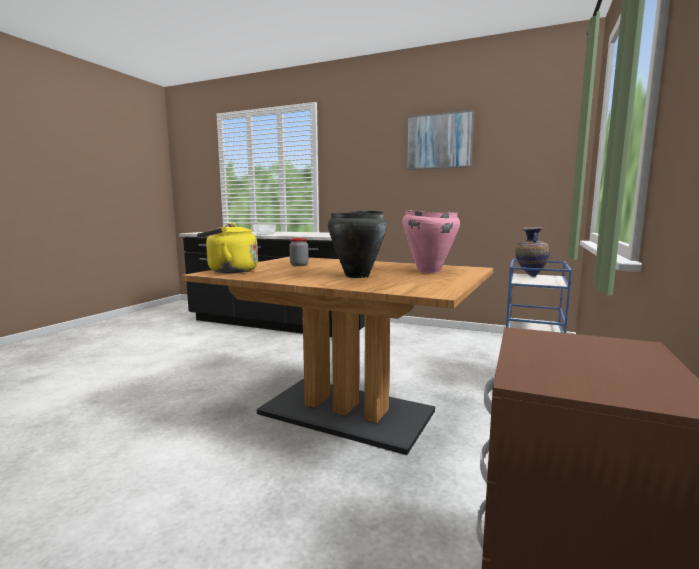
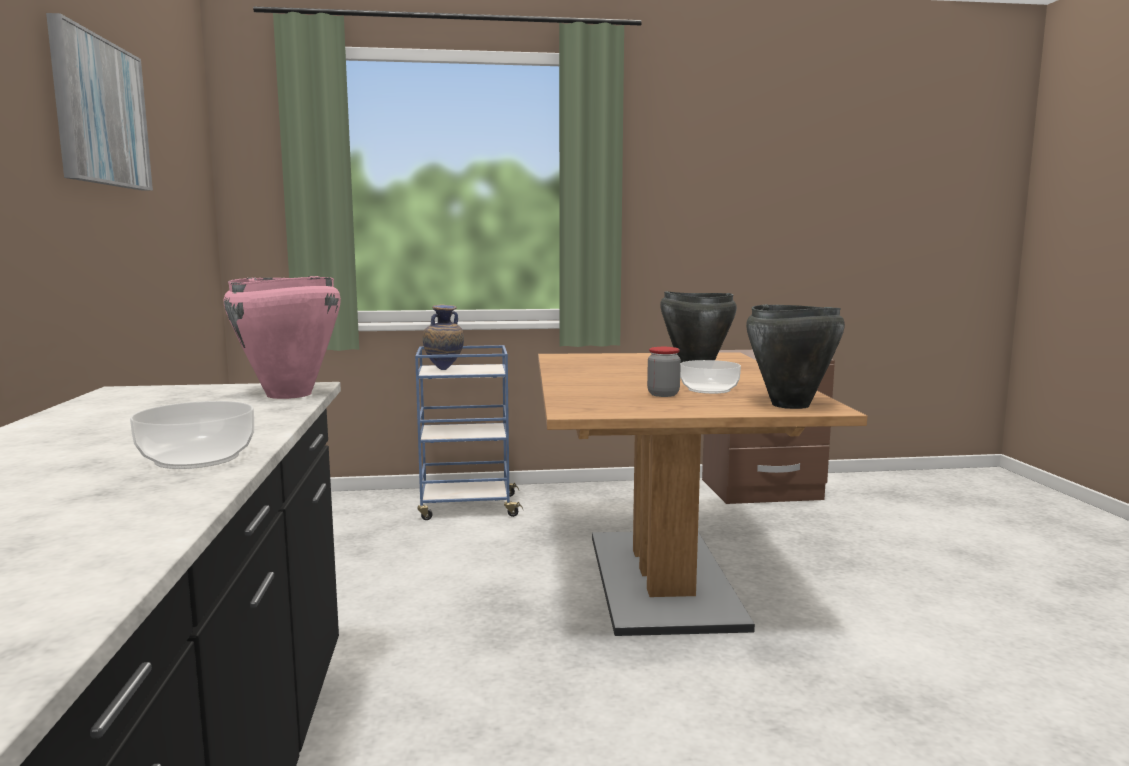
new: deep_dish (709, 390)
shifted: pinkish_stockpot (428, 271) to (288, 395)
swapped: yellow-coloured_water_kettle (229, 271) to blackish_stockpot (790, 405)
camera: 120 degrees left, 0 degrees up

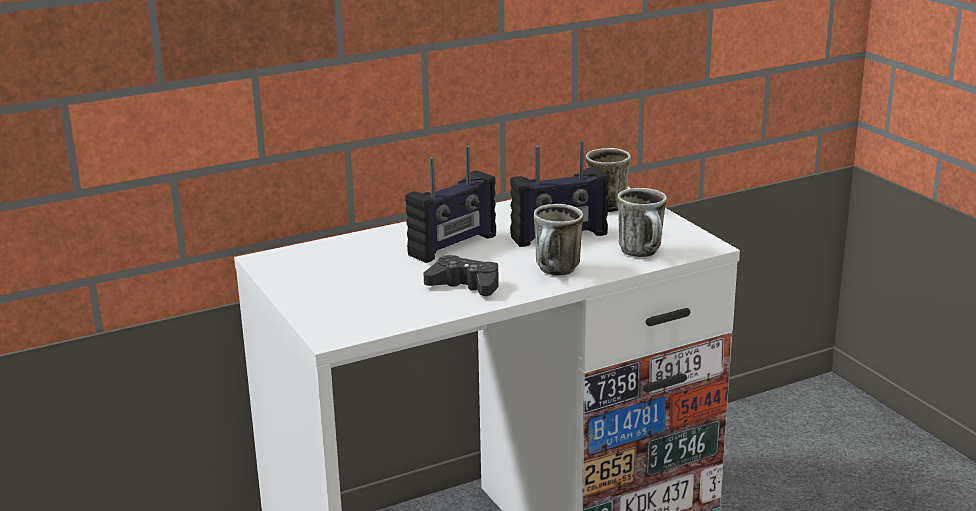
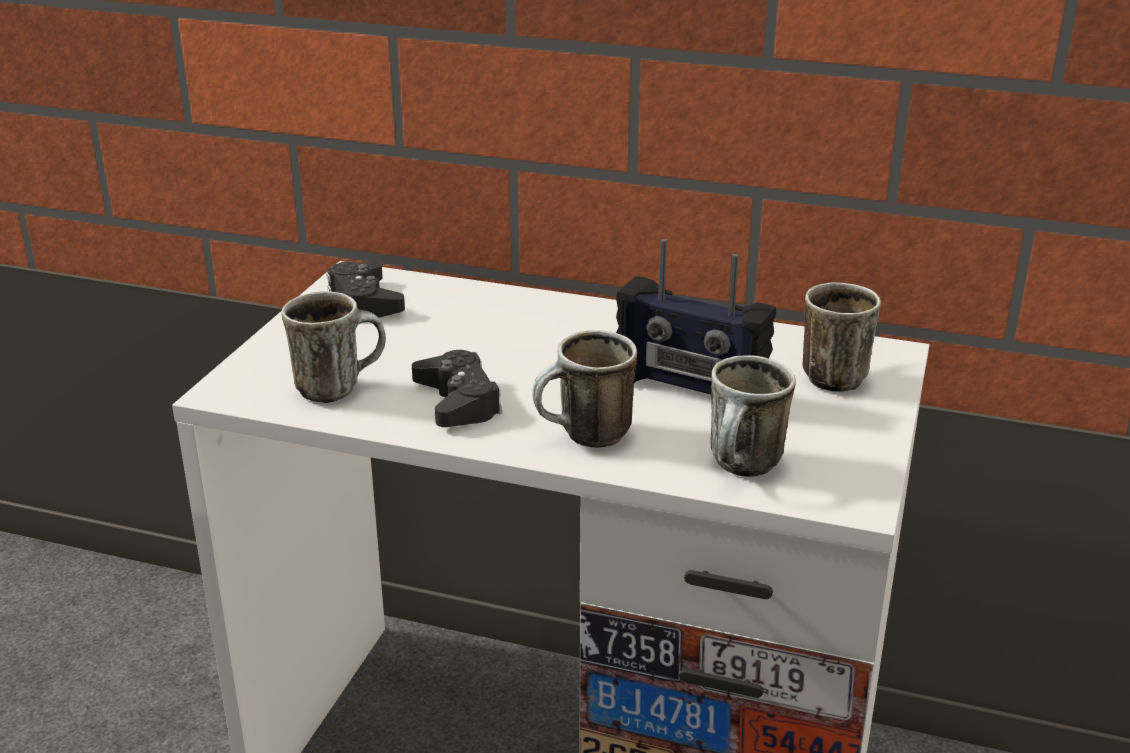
gone: radio_receiver (453, 246)
new: coffee_mug (339, 387); blackish_game_controller (364, 302)
camera: 45 degrees right, 5 degrees up

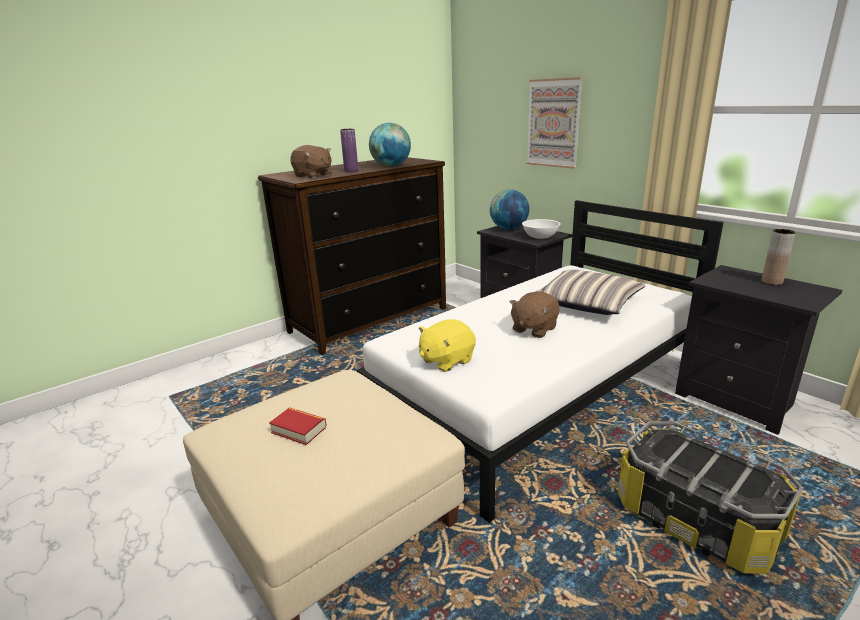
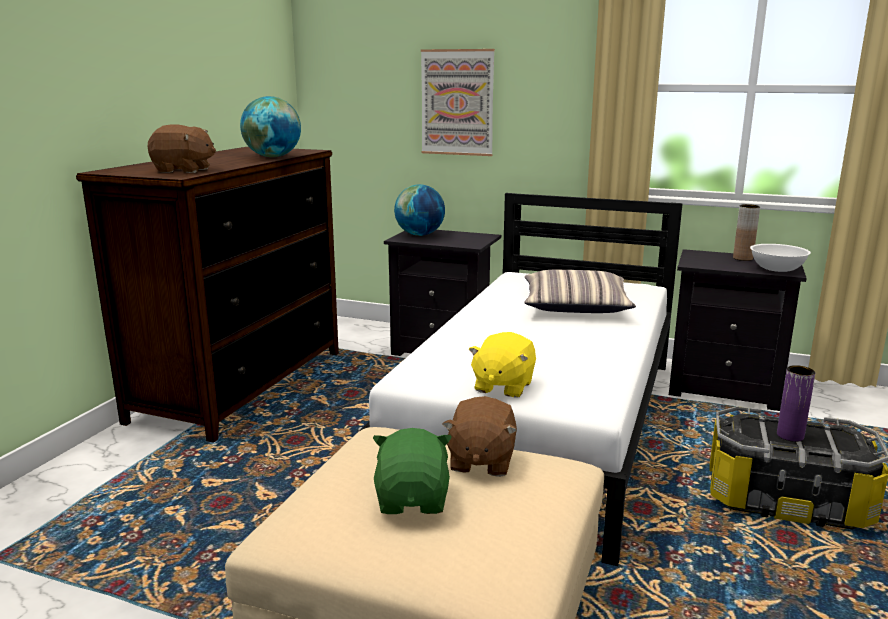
shifted: brown-coloured_soft_toy (533, 329) to (480, 461); whitish_deep_dish (540, 237) to (776, 269); purple-coloured_vase (351, 170) to (790, 436)
swapped: bound_book (299, 430) to green-coloured_soft_toy (413, 500)
camera: 30 degrees left, 5 degrees down

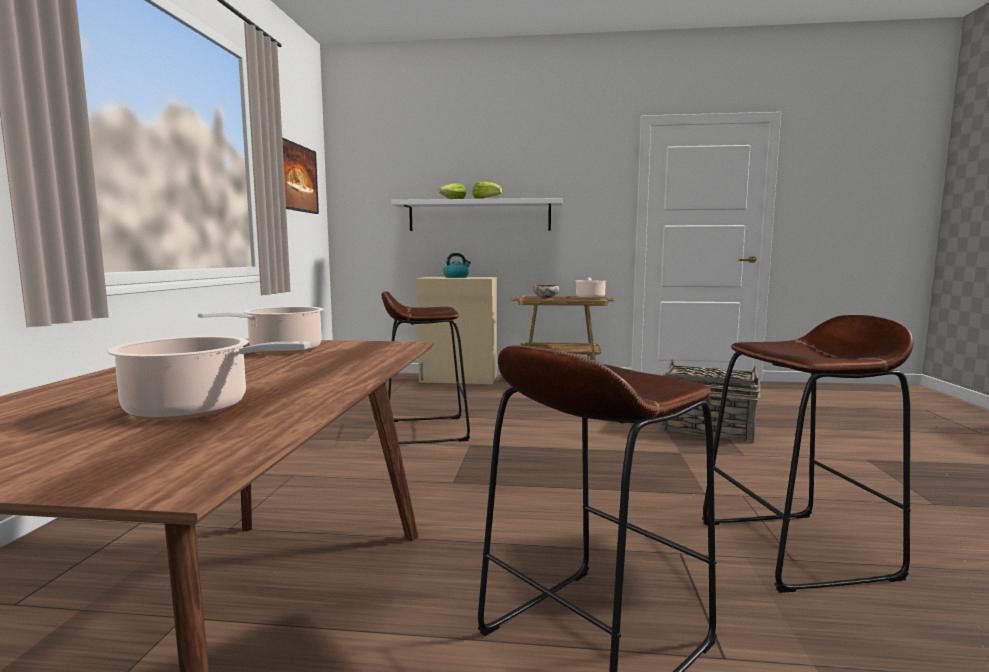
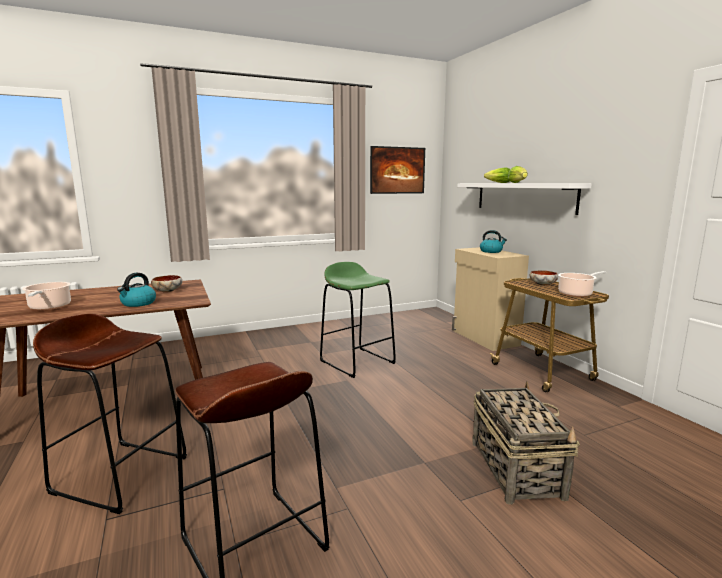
new: water_kettle (138, 303)
swapped: stockpot (281, 350) to deep_dish (167, 291)
repainted: brown-coloured_stool_seat (426, 430) to green-coloured_stool_seat (357, 362)
camera: 60 degrees right, 5 degrees up

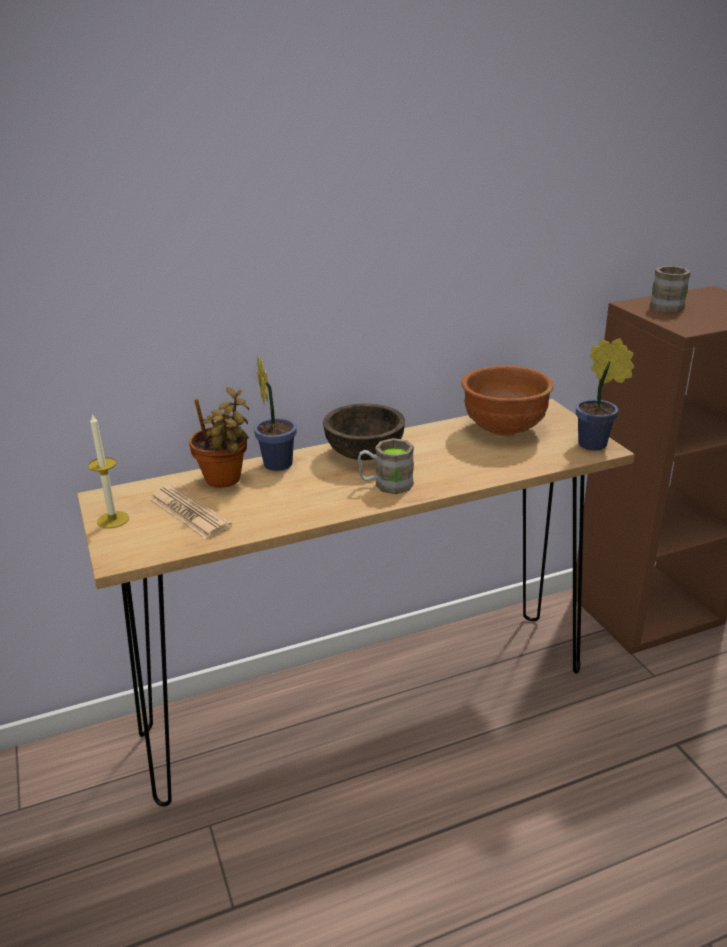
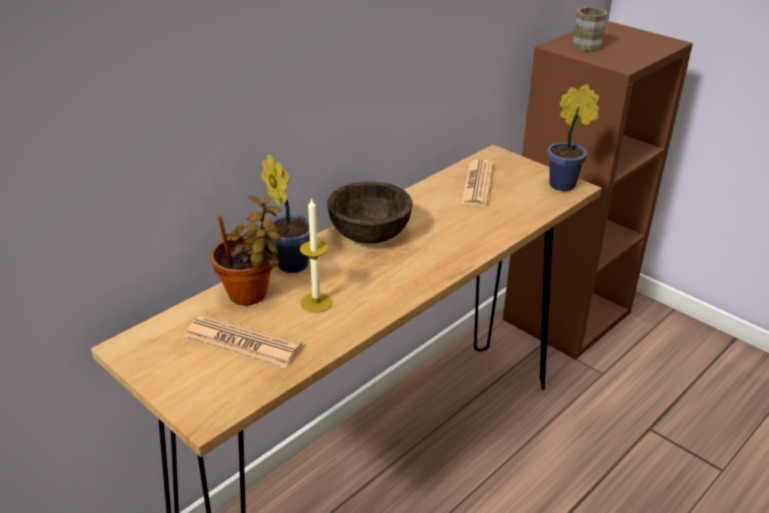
gone: brown-coloured_coffee_mug (386, 484)
shifted: candle (113, 519) to (316, 302)
swapped: brown-coloured_deep_dish (503, 429) to newspaper (476, 184)
camera: 25 degrees left, 5 degrees up

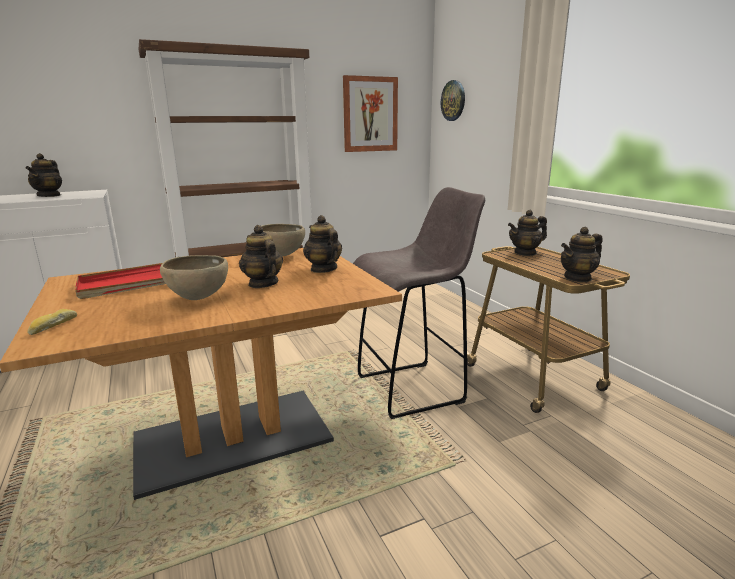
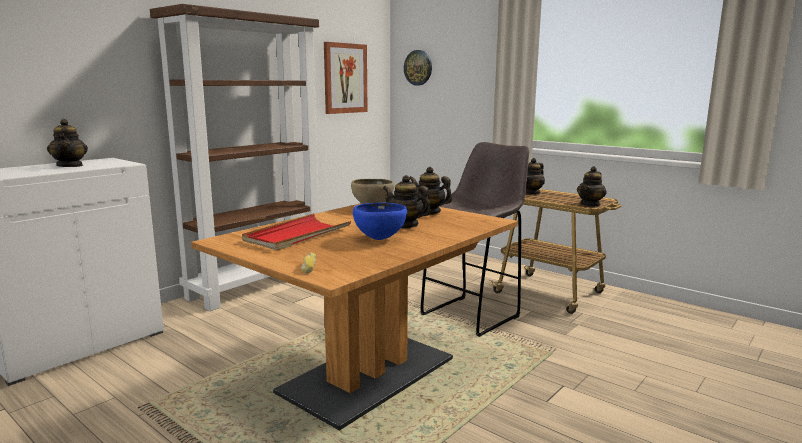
repainted: brown-coloured_deep_dish (198, 299) to bluish_deep_dish (380, 239)
camera: 25 degrees left, 5 degrees down

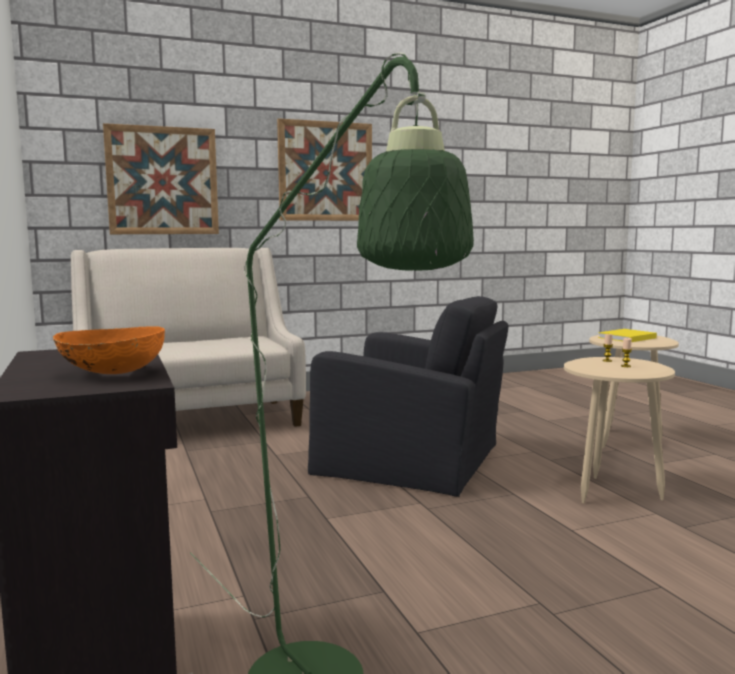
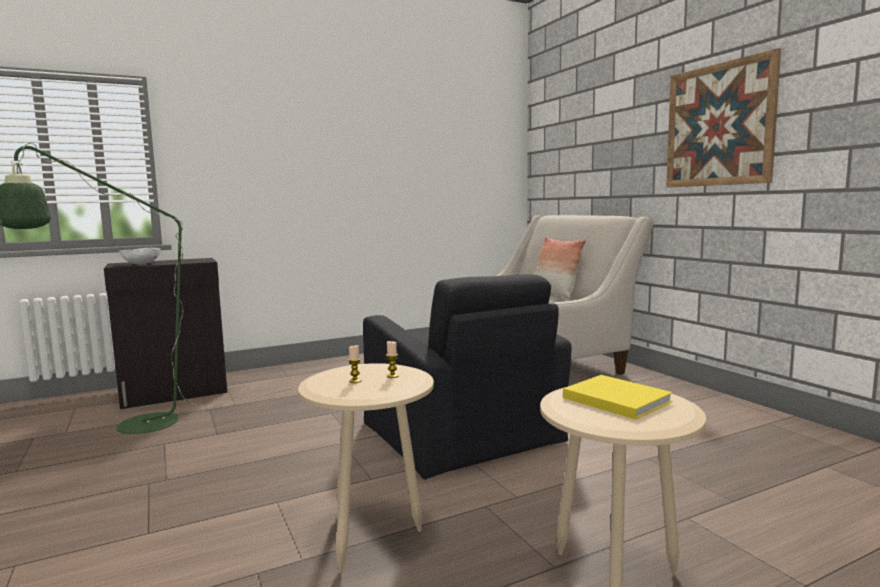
gone: picture (162, 181)
new: throw_pillow (554, 295)
repainted: orange_deep_dish (111, 373) to whitish_deep_dish (141, 264)
rotated: blackish_easy_chair (411, 460) = (462, 433) 45 degrees counterclockwise
camera: 85 degrees right, 0 degrees up

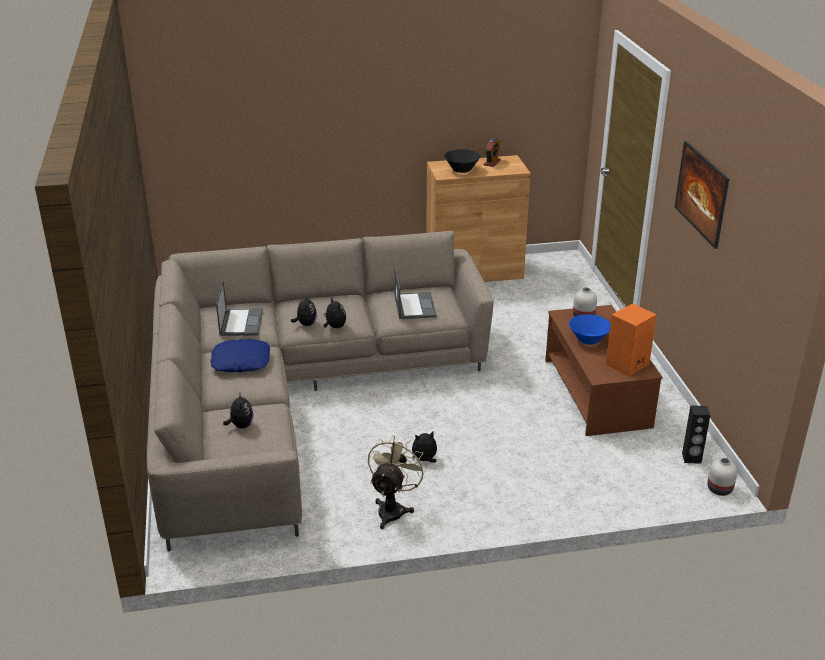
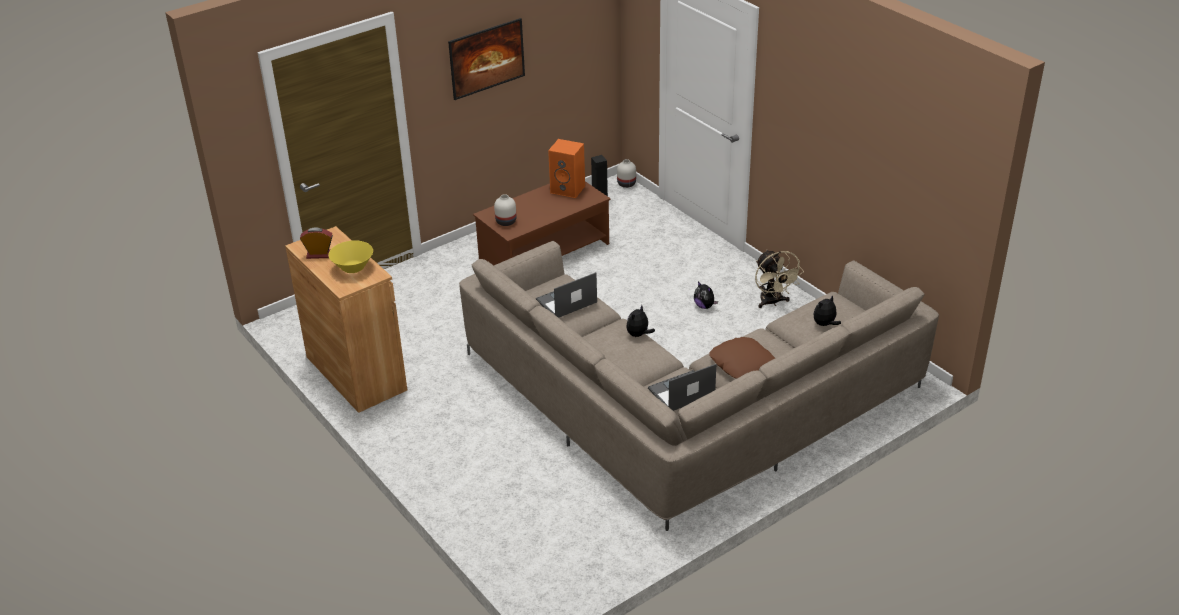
gone: soft_toy (305, 324); bluish_deep_dish (588, 340)
repainted: blackish_deep_dish (462, 170) to yellow-coloured_deep_dish (353, 268); bluish_throw_pillow (241, 361) to brown-coloured_throw_pillow (742, 364)
rotated: sand-coloured_electric_fan (393, 509) = (772, 302) 105 degrees counterclockwise
camera: 115 degrees left, 5 degrees up

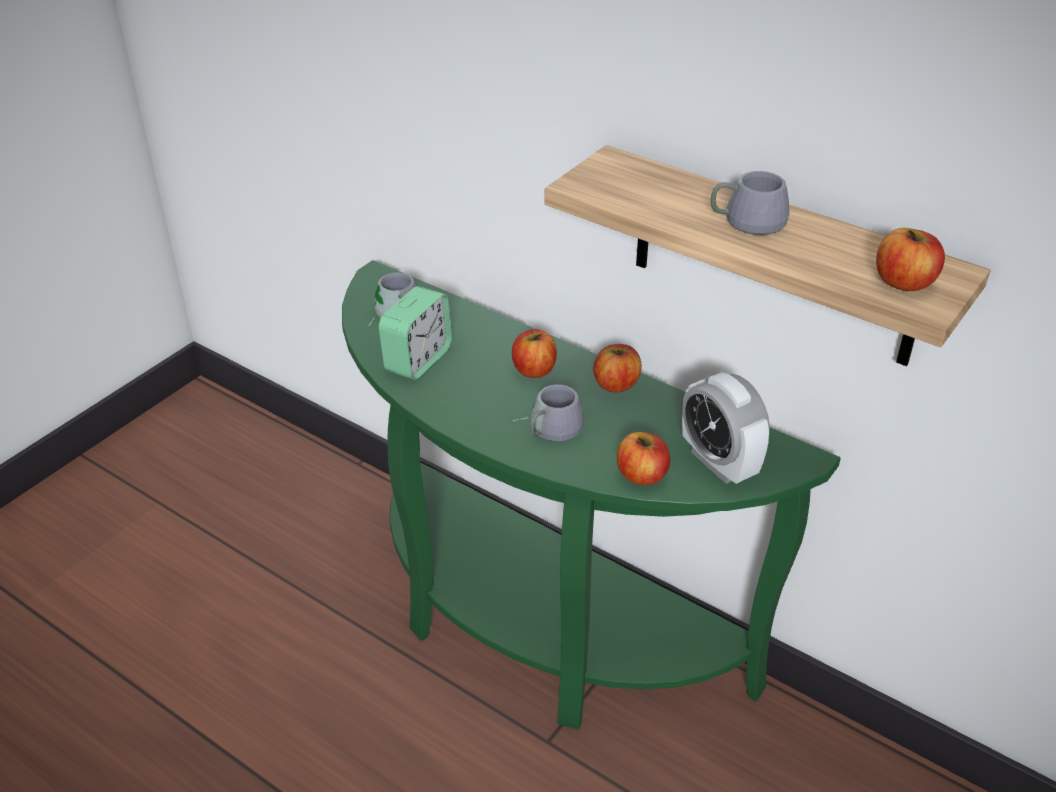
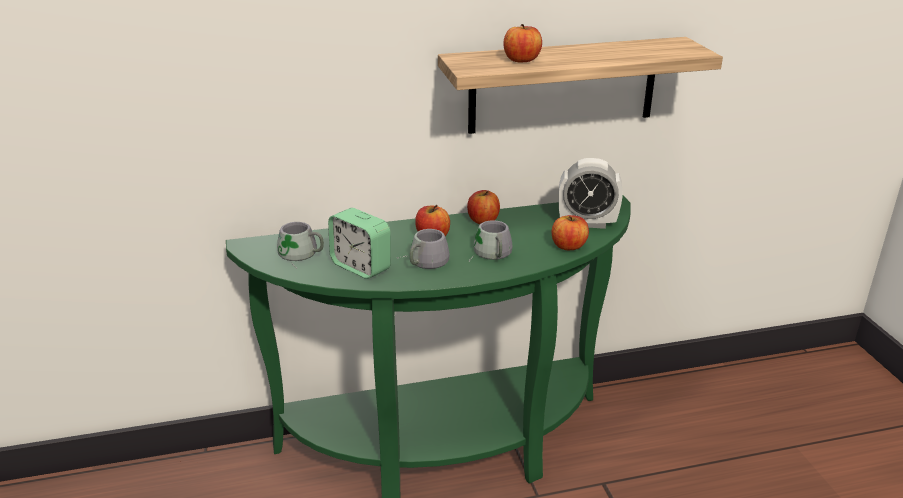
shifted: grey_coffee_mug (745, 217) to (422, 261); apple (904, 282) to (521, 60)
rotated: table_clock (418, 360) = (361, 266) 150 degrees clockwise
camera: 50 degrees left, 10 degrees down

